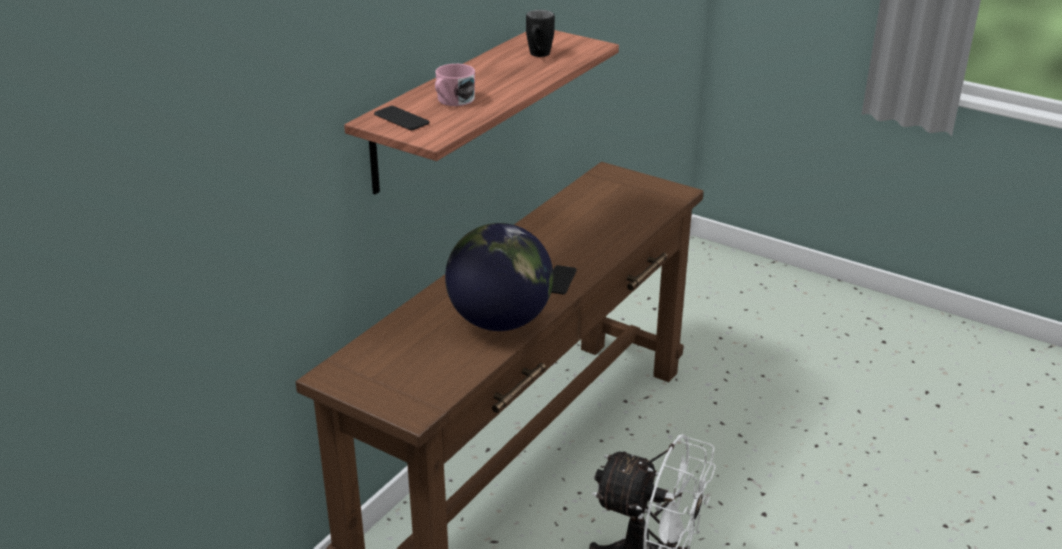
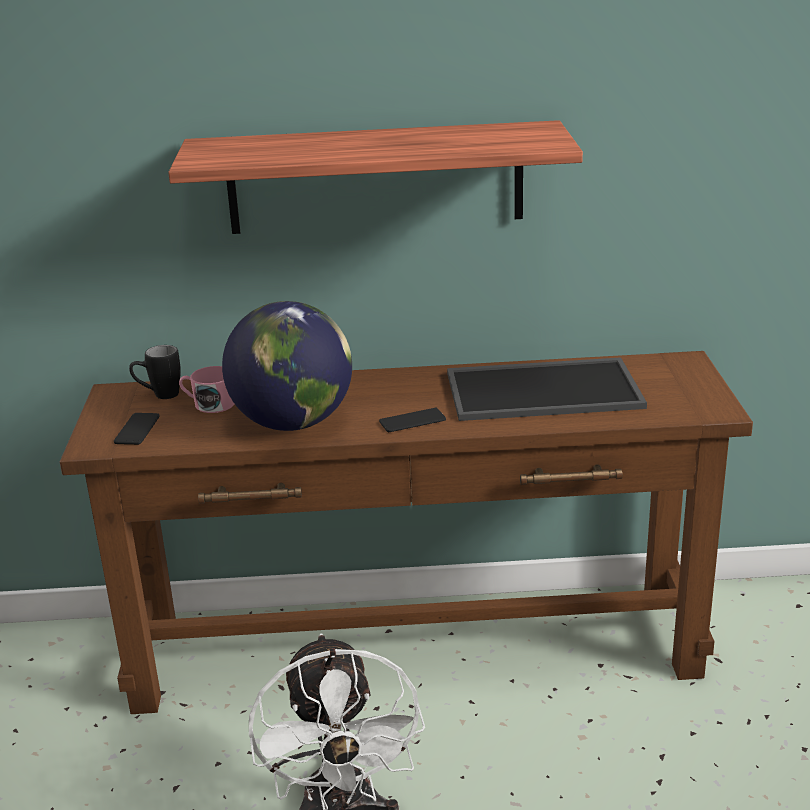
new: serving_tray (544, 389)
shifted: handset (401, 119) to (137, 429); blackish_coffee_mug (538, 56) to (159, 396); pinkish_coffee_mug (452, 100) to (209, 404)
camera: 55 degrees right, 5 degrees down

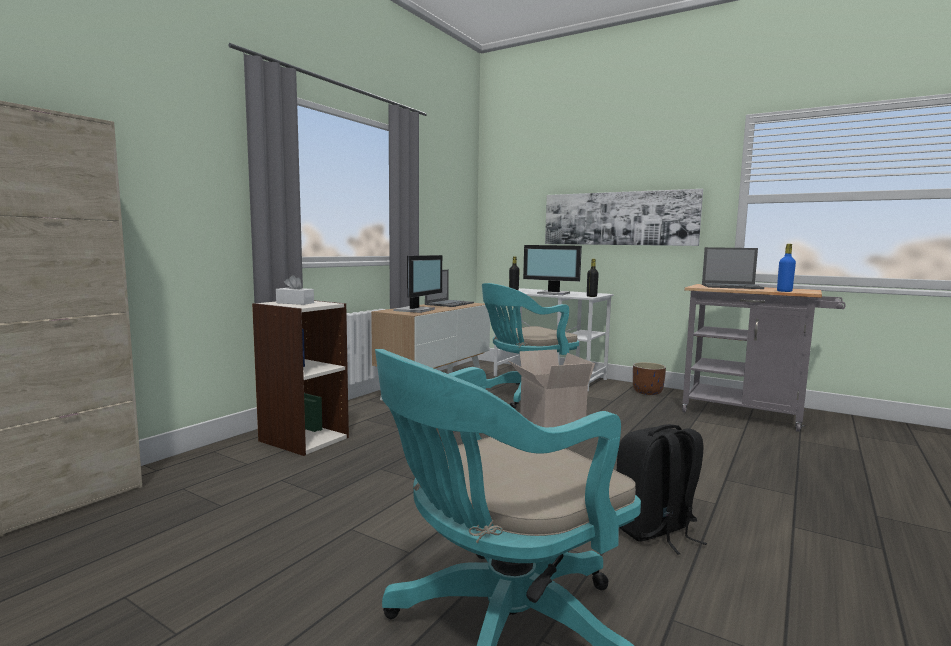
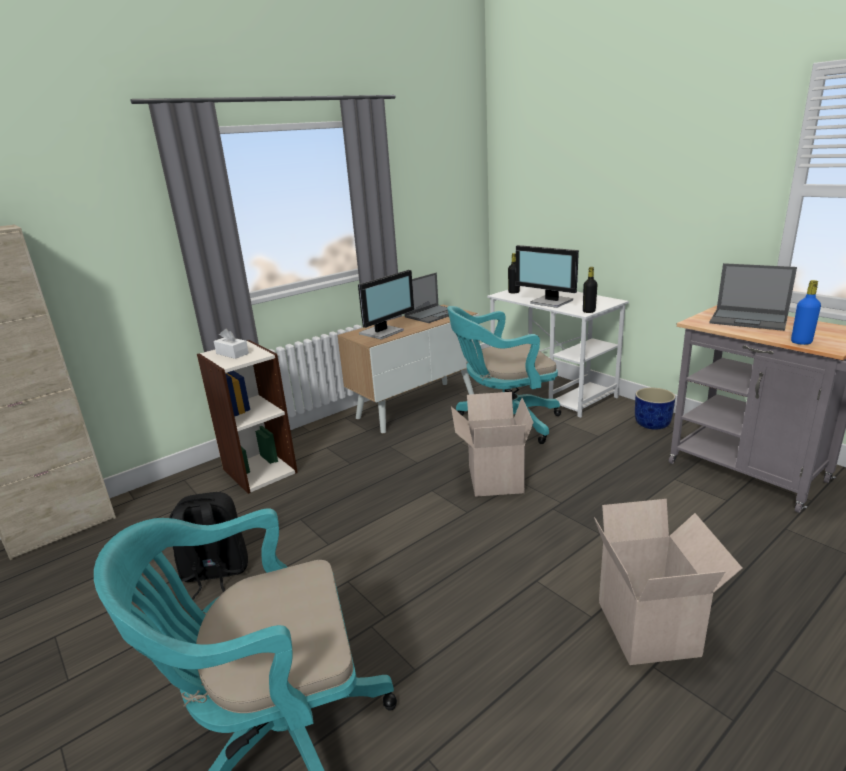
gone: picture (618, 218)
new: packing_box (651, 629)
shifted: blackish_rucksack (655, 530) to (215, 573)
repainted: brown-coloured_planter (648, 392) to bluish_planter (652, 424)
camera: 20 degrees right, 15 degrees up

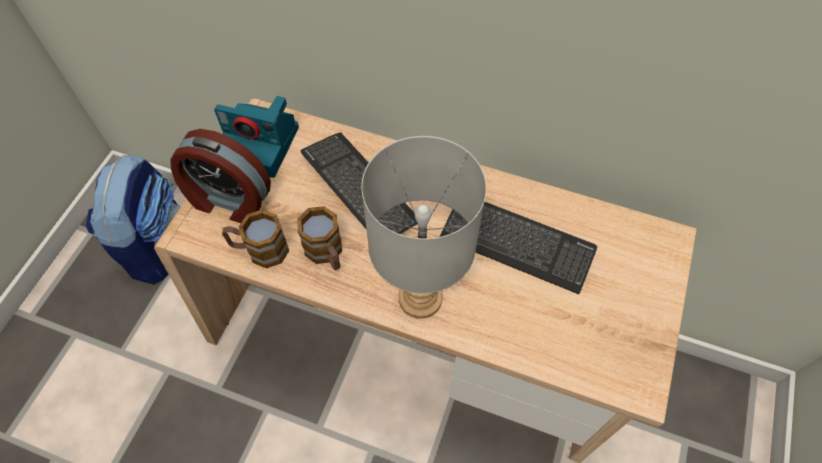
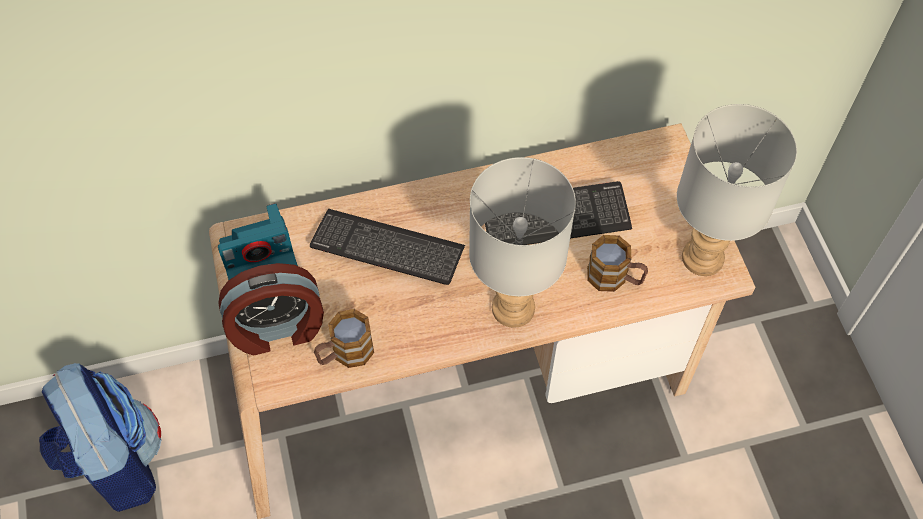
new: grey_table_lamp (701, 258)
shifted: coffee_mug (327, 253) to (614, 278)
camera: 35 degrees left, 0 degrees up

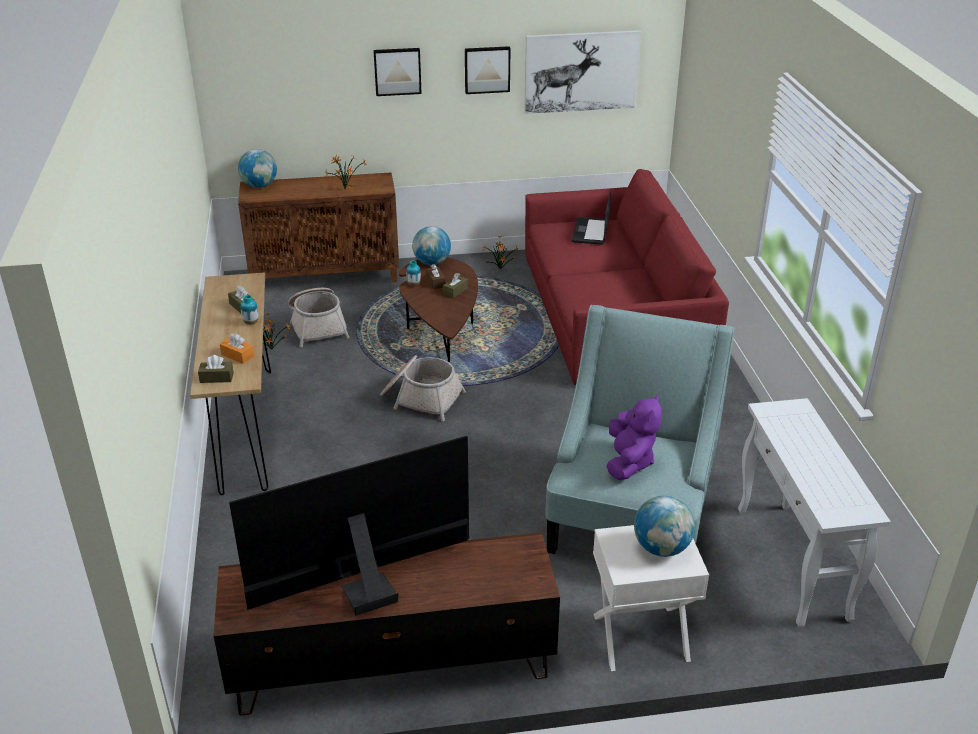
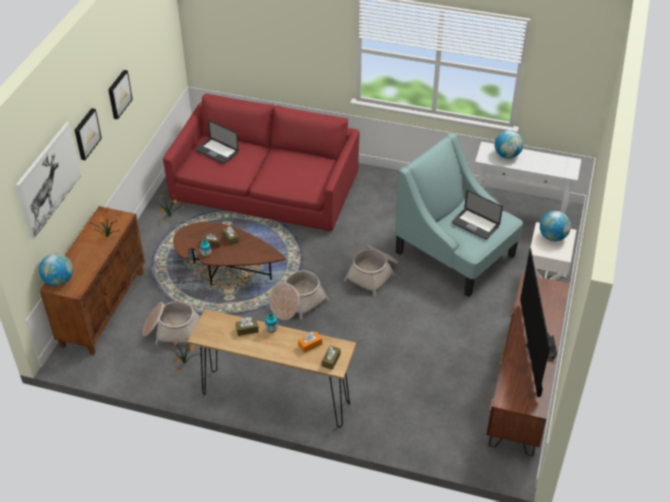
new: storage_basket (373, 274)
shifted: picture (581, 71) to (49, 179); desk_globe (432, 263) to (507, 155)
swapped: purple-coloured_soft_toy (629, 462) to notebook_computer (475, 225)
camera: 65 degrees left, 10 degrees up

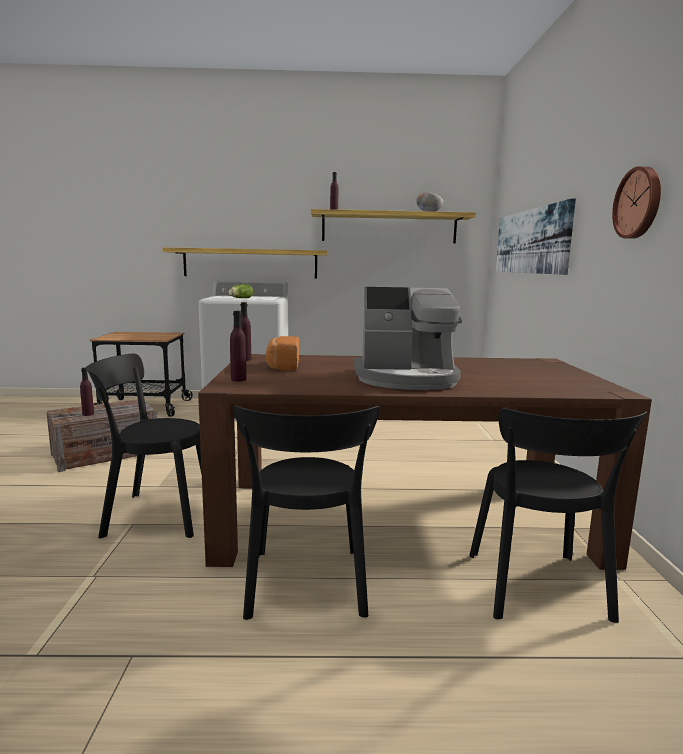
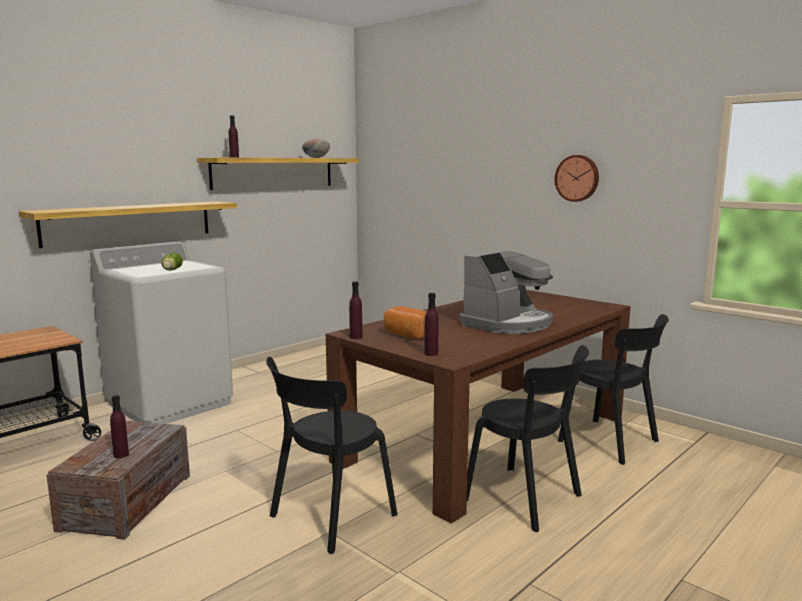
gone: picture (530, 241)
camera: 45 degrees left, 0 degrees up

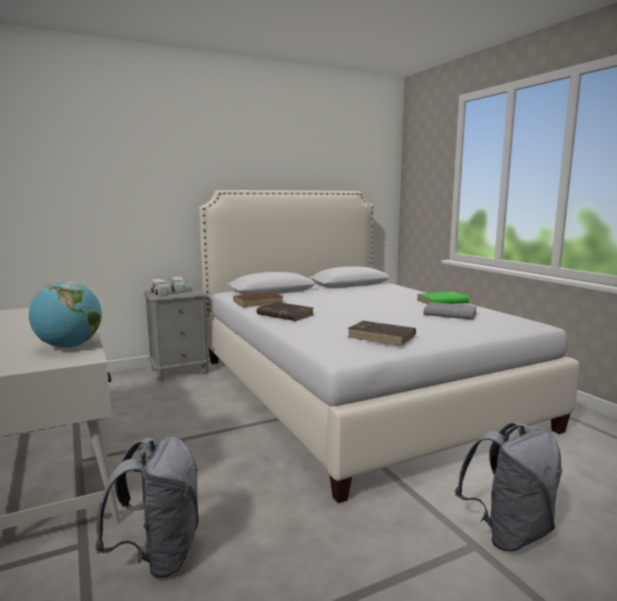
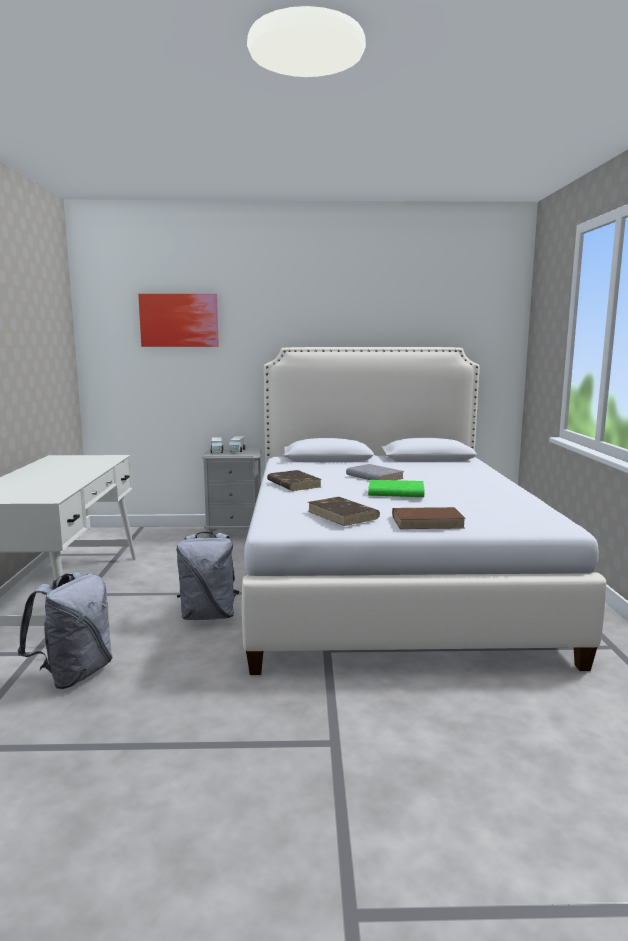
gone: desk_globe (69, 347)
new: picture (179, 320)
shifted: grey_rucksack (508, 533) to (209, 615); grey_bound_book (449, 314) to (374, 477); green-coloured_bound_book (442, 301) to (395, 492); brown-coloured_bound_book (258, 302) to (428, 522)
camera: 25 degrees right, 0 degrees up

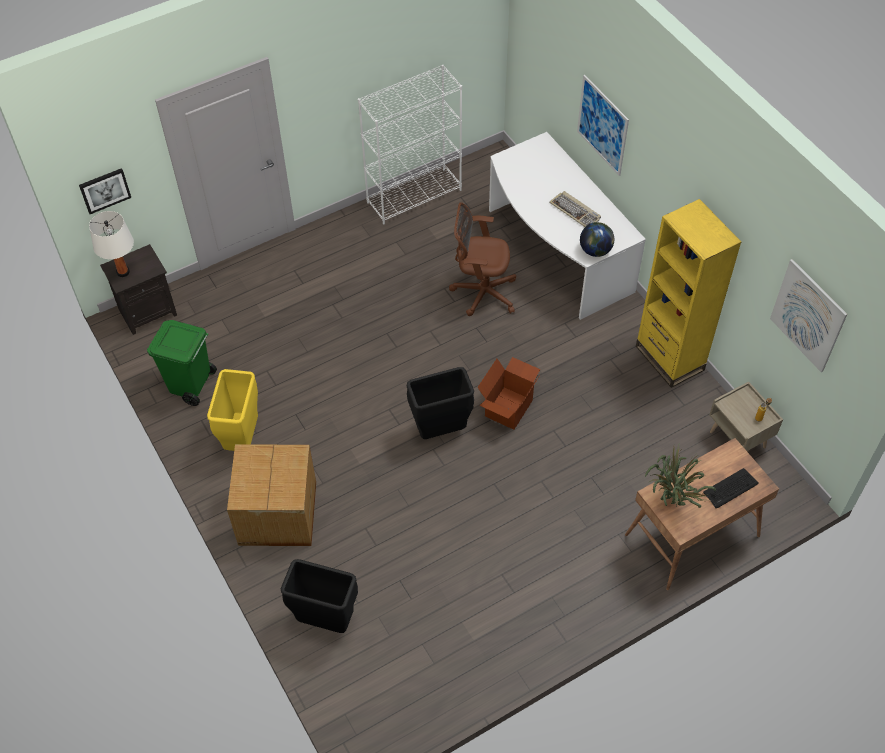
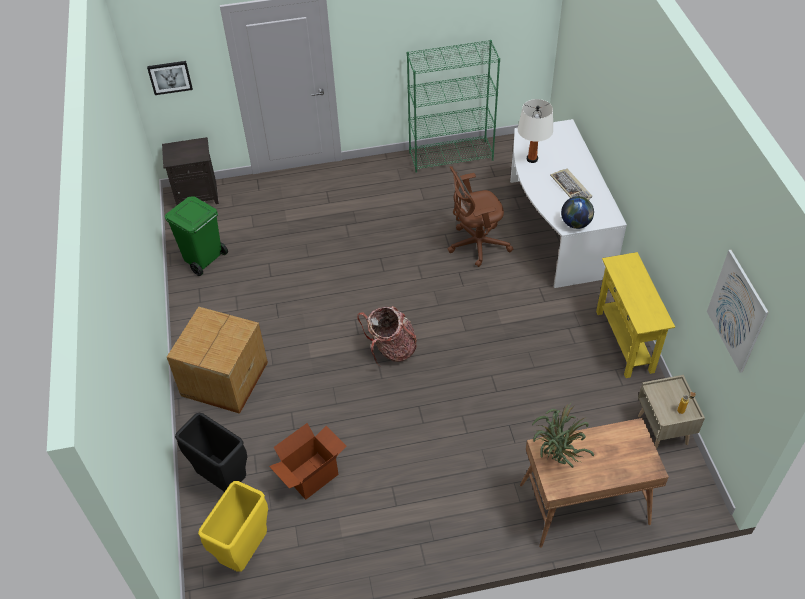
gone: picture (602, 125); keyboard (730, 488)
shifted: yellow-coloured_waste_bin (242, 438) to (244, 552); packing_box (507, 408) to (311, 475); whitish_table_lamp (123, 272) to (532, 159)
swapped: blackish_waste_bin (441, 431) to rucksack (391, 349); yellow-coloured_bookcase (669, 358) to yellow-coloured_console_table (624, 341)
repainted: whitish_bookcase (414, 196) to green-coloured_bookcase (451, 156)
rotated: brown-coloured_desk_chair (481, 292) = (475, 245) 45 degrees counterclockwise
camera: 20 degrees right, 5 degrees down

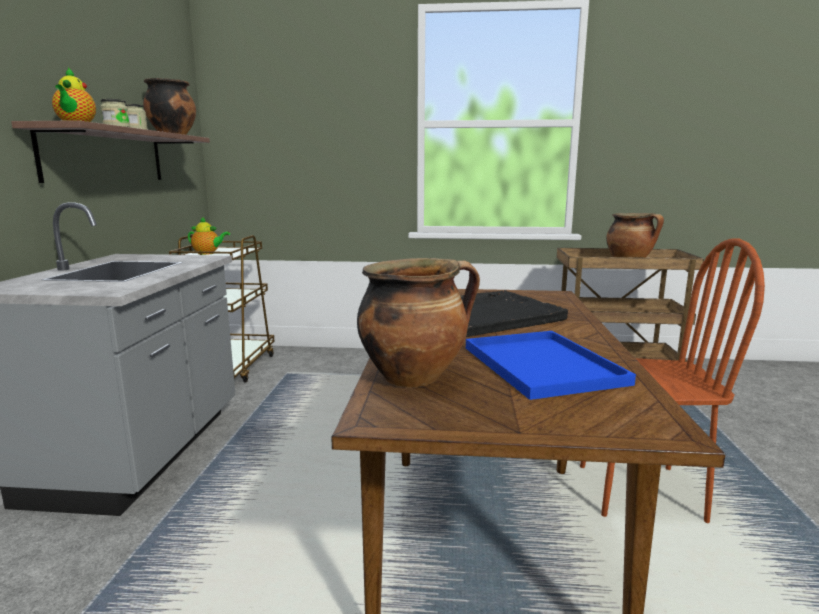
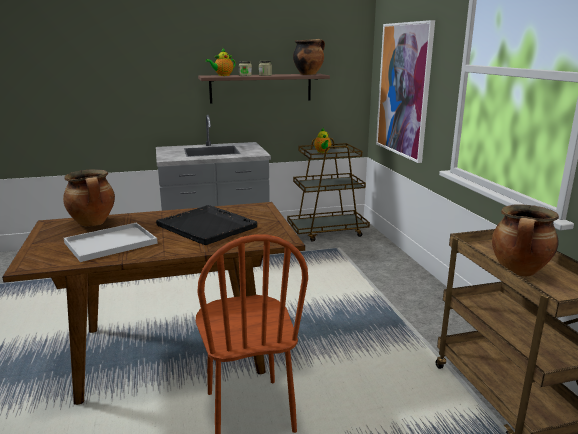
new: picture (403, 90)
repainted: bluish_serving_tray (545, 366) to whitish_serving_tray (109, 244)
camera: 70 degrees right, 5 degrees up

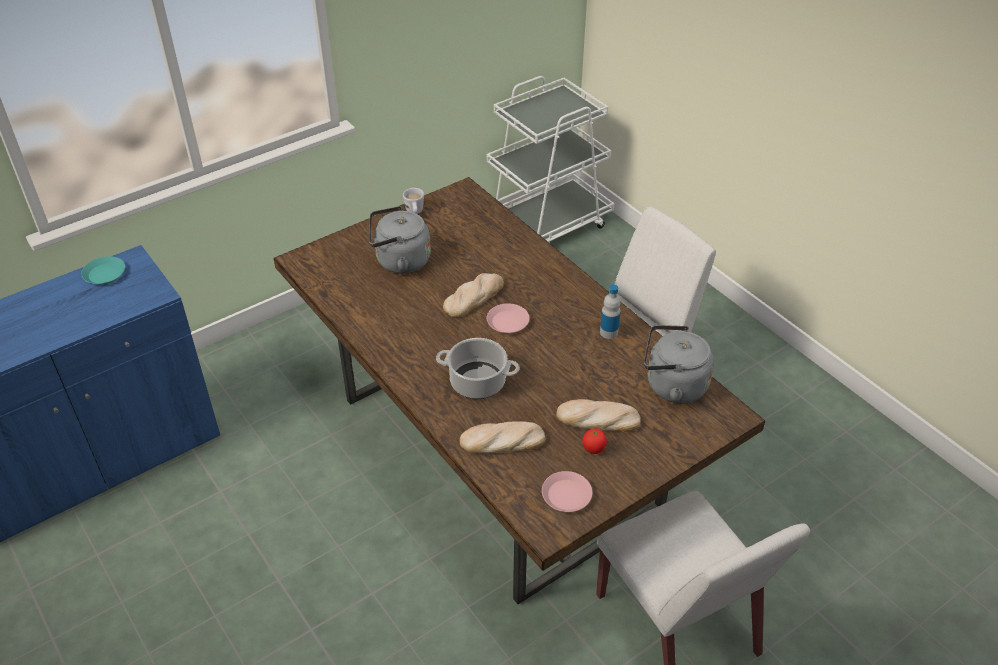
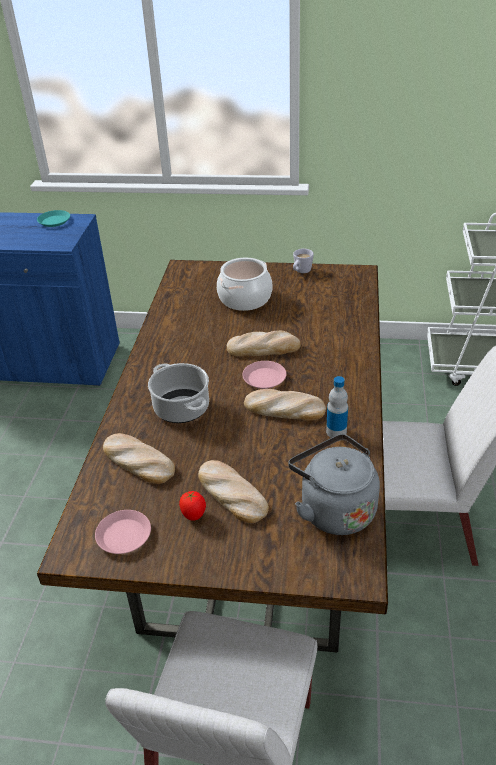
new: bread (284, 409)
swapped: grey_water_kettle (399, 261) to stockpot (245, 298)
camera: 45 degrees right, 5 degrees down

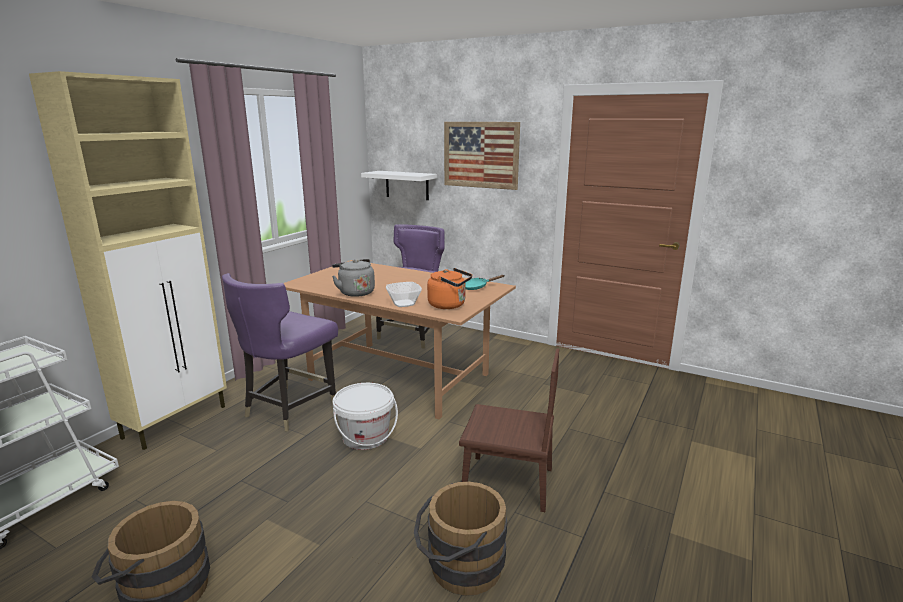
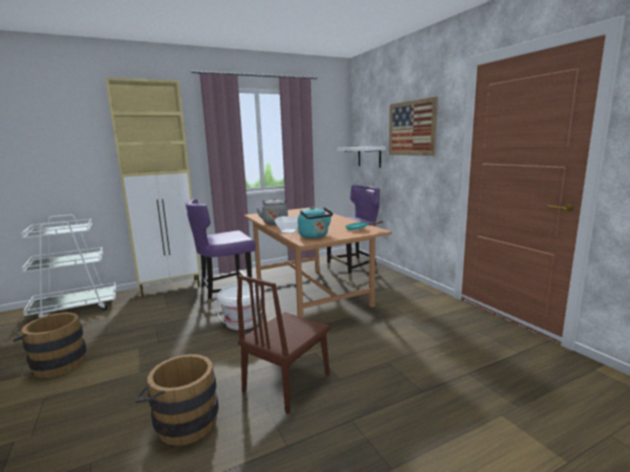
repainted: orange_water_kettle (449, 305) to turquoise_water_kettle (315, 236)
rotated: brown-coloured_plain_chair (507, 482) = (287, 382) 75 degrees clockwise
camera: 35 degrees right, 5 degrees down

